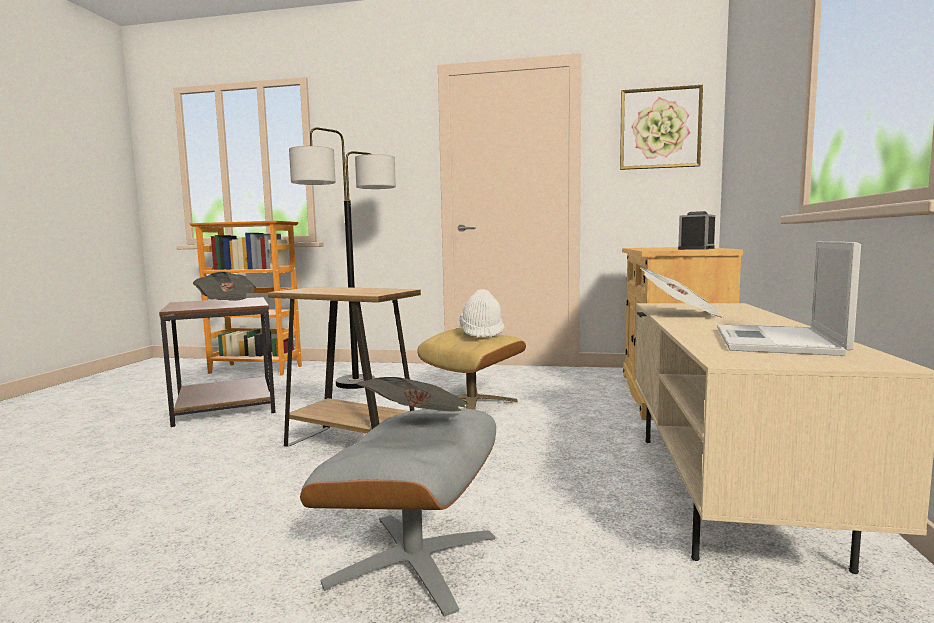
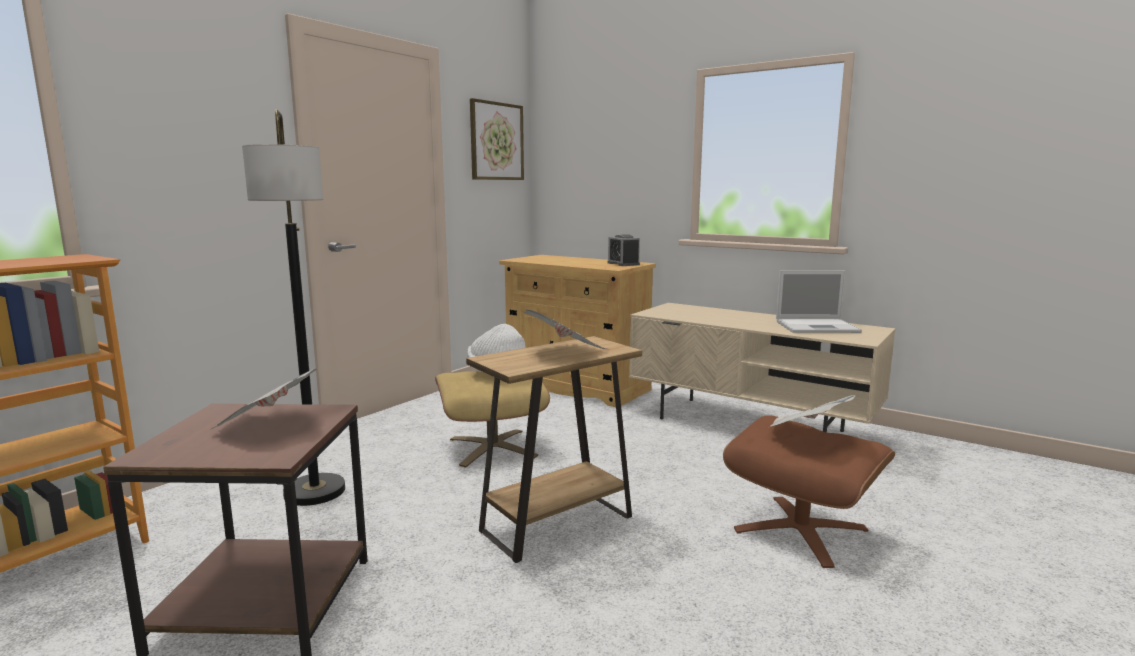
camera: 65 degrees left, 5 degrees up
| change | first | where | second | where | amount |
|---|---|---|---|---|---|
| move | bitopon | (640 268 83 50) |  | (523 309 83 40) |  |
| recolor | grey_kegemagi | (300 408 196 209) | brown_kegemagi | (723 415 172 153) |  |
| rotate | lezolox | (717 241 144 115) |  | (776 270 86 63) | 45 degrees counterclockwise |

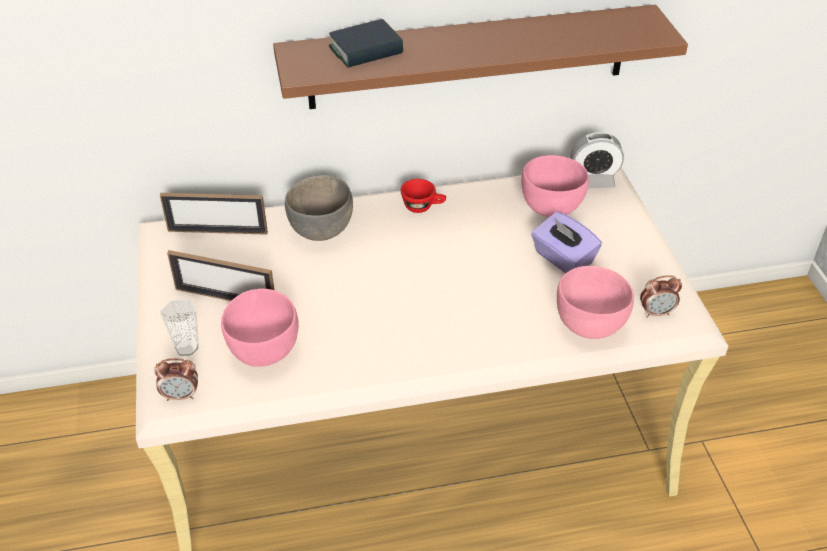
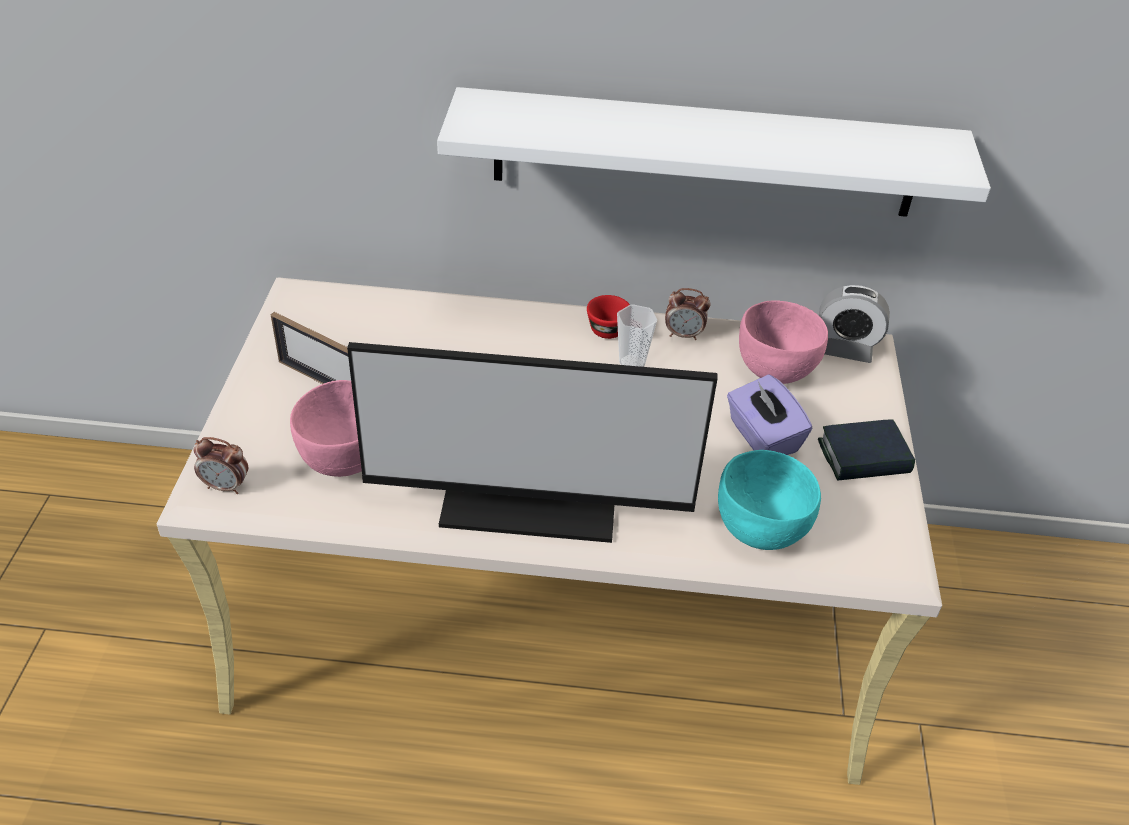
camera: 15 degrees right, 0 degrees up
| change | first | where | second | where | amount |
|---|---|---|---|---|---|
| delete | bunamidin | (160 193 108 42) |  |  |  |
| delete | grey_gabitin | (285 175 68 66) |  |  |  |
| insert |  |  | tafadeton | (347 342 371 201) |  |
| move | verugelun | (160 299 39 57) |  | (617 304 40 63) |  |
| move | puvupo | (329 19 74 49) |  | (818 419 97 62) |  |
| move | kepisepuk | (640 275 42 43) |  | (665 288 46 52) |  |
| recolor | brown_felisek | (273 5 415 104) | white_felisek | (437 87 554 130) |  |
| recolor | pink_gabitin | (557 266 77 73) | turquoise_gabitin | (718 450 103 100) |  |

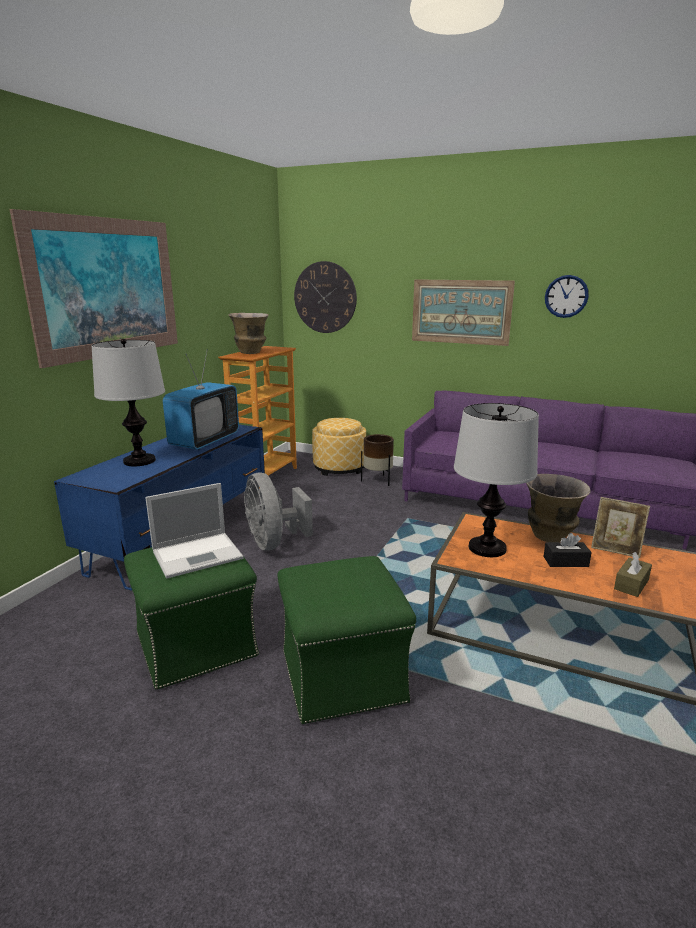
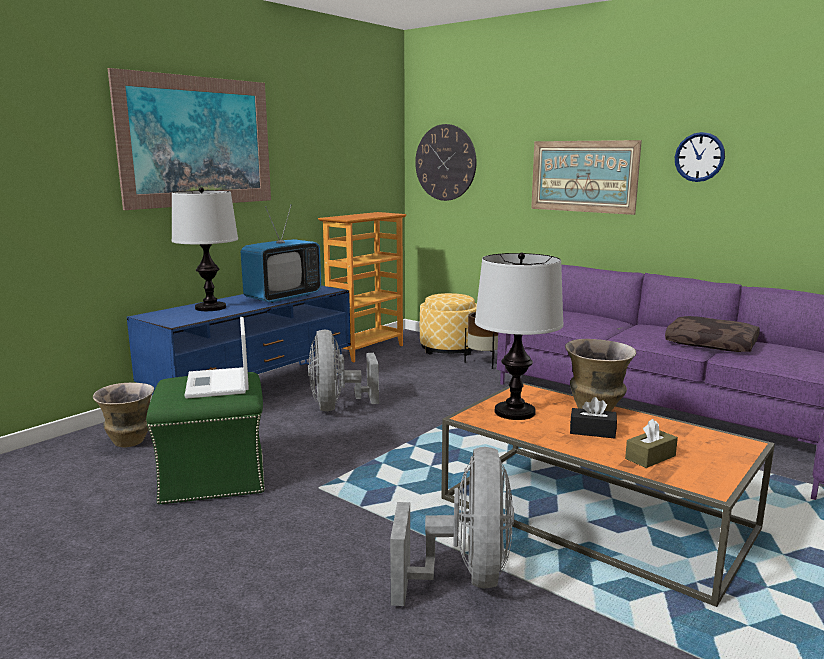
camera: 15 degrees right, 5 degrees down
| change | first | where | second | where | amount |
|---|---|---|---|---|---|
| delete | green_kegemagi | (277 556 139 168) |  |  |  |
| delete | bunamidin | (591 497 59 61) |  |  |  |
| insert |  |  | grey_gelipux | (390 447 124 159) |  |
| insert |  |  | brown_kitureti | (665 316 95 36) |  |
| move | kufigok | (228 313 41 41) |  | (93 383 61 64) |  |
| rotate | lezolox | (145 483 98 96) |  | (184 317 65 82) | 90 degrees clockwise |

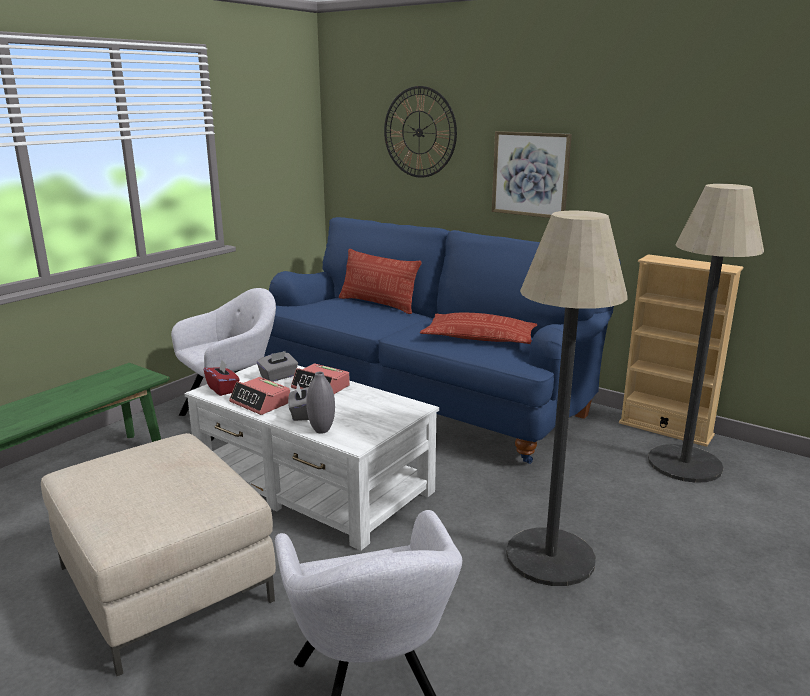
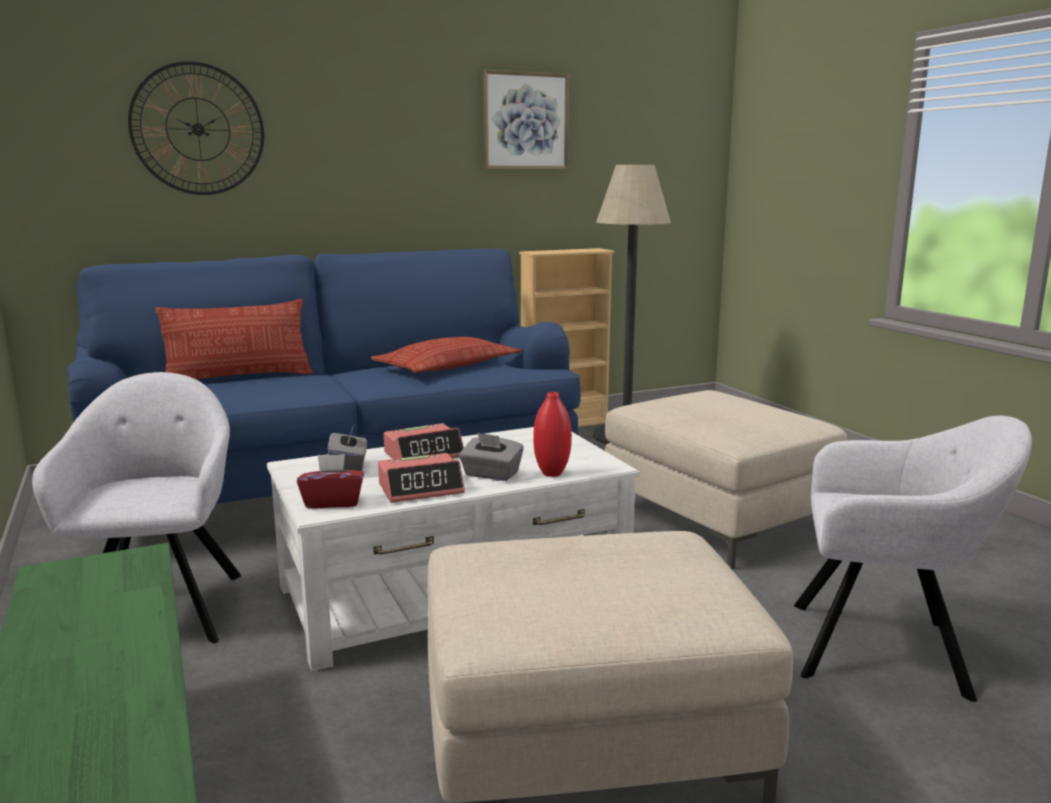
camera: 60 degrees left, 5 degrees down
| change | first | where | second | where | amount |
|---|---|---|---|---|---|
| move | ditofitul | (492 131 80 87) |  | (482 70 87 99) |  |
| replace | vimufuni | (506 211 122 375) | beige_kegemagi | (605 390 242 179) |  |
| recolor | grey_kufigok | (306 372 29 62) | red_kufigok | (533 392 39 85) |  |

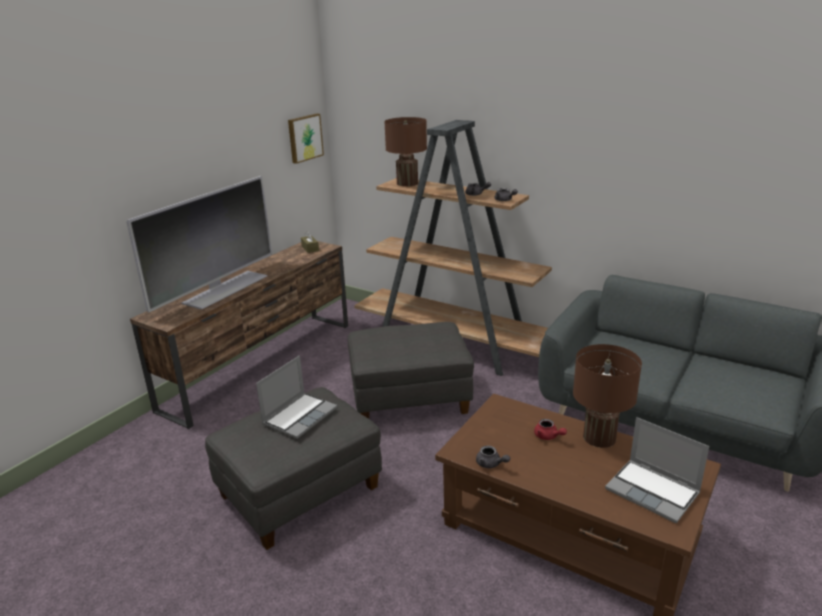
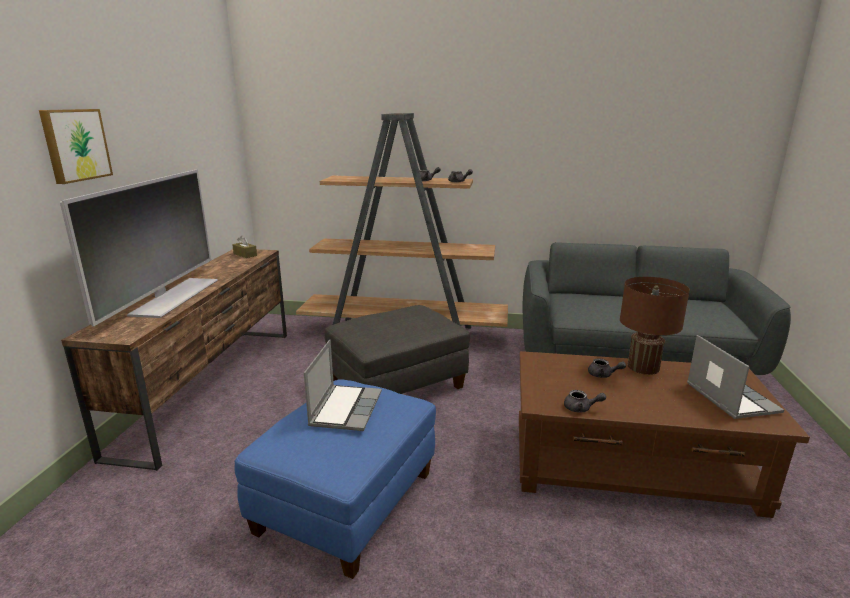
camera: 25 degrees left, 5 degrees down
| change | first | where | second | where | amount |
|---|---|---|---|---|---|
| delete | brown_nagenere | (384 117 43 70) |  |  |  |
| move | ditofitul | (288 113 36 51) |  | (39 109 74 75) |  |
| recolor | grey_kegemagi | (205 387 177 163) | blue_kegemagi | (235 379 201 200) |  |
| recolor | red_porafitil | (534 419 33 21) | grey_porafitil | (588 358 38 20) |  |
| rotate | lezolox | (605 417 104 106) |  | (687 335 97 84) | 120 degrees counterclockwise |

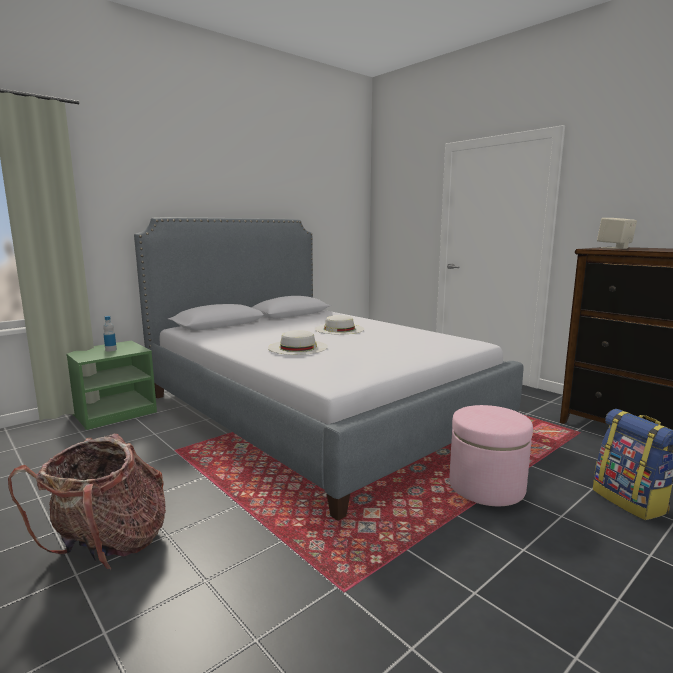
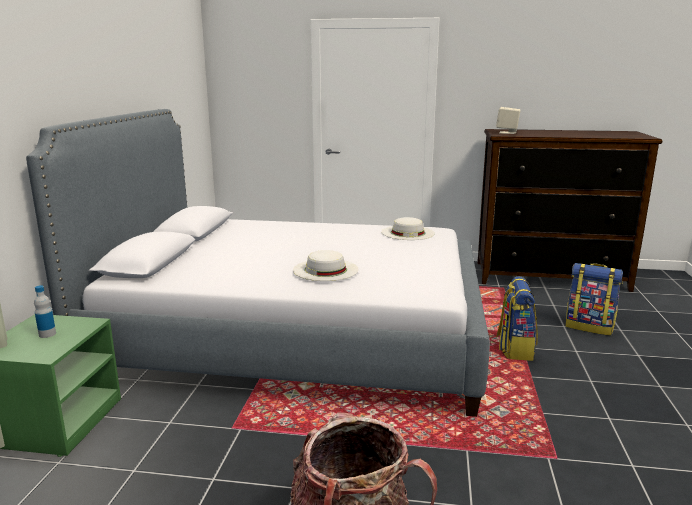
camera: 40 degrees left, 5 degrees up
| change | first | where | second | where | amount |
|---|---|---|---|---|---|
| move | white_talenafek | (315 315 49 19) |  | (382 217 53 23) |  |
| replace | pink_kegemagi | (449 405 84 101) | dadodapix | (496 276 42 85) |  |

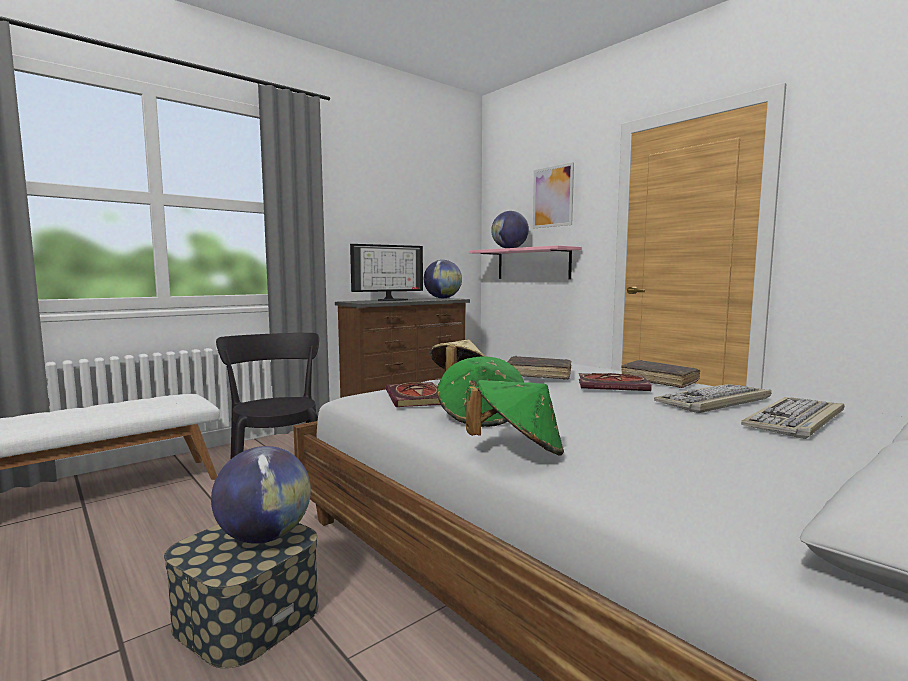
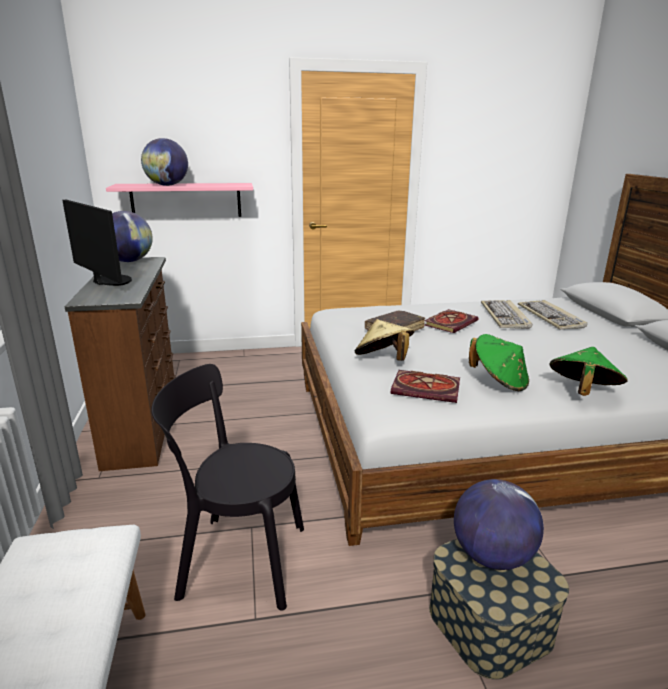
camera: 60 degrees left, 15 degrees up
| change | first | where | second | where | amount |
|---|---|---|---|---|---|
| delete | ditofitul | (533 162 41 66) |  |  |  |
| delete | brown_puvupo | (621 360 79 28) |  |  |  |
| rotate | tafadeton | (350 244 73 57) |  | (62 200 70 86) | 45 degrees counterclockwise |

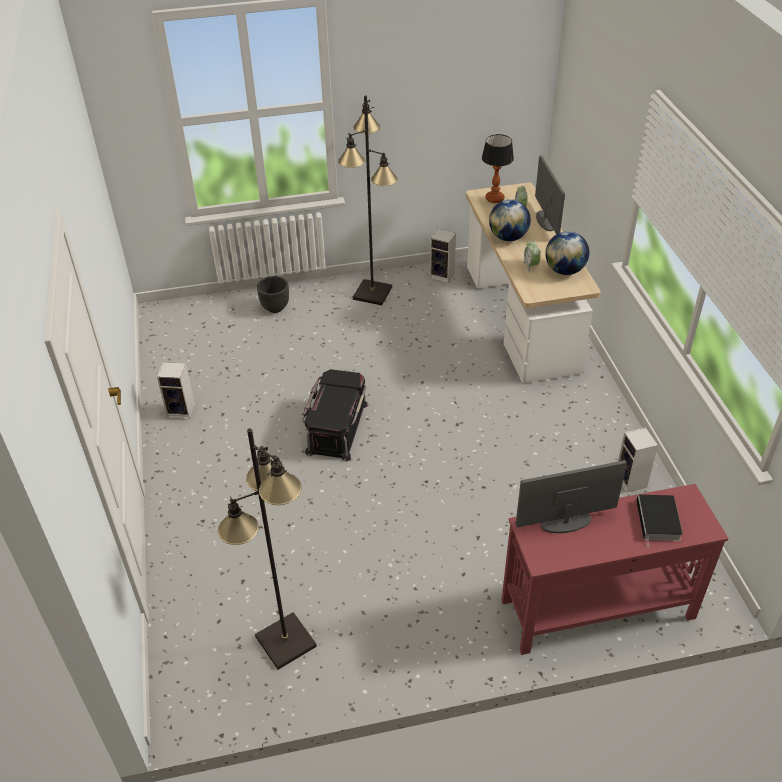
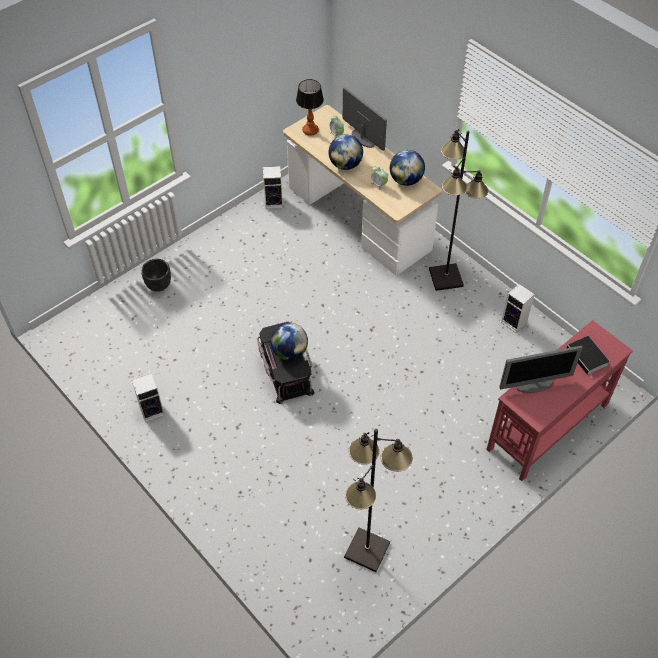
camera: 30 degrees left, 10 degrees up
| change | first | where | second | where | amount |
|---|---|---|---|---|---|
| insert |  |  | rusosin | (270 323 38 37) |  |
| move | black_vimufuni | (338 96 60 209) |  | (429 129 59 162) |  |
| rotate | tafadeton | (515 460 112 73) |  | (499 346 84 47) | 150 degrees counterclockwise |

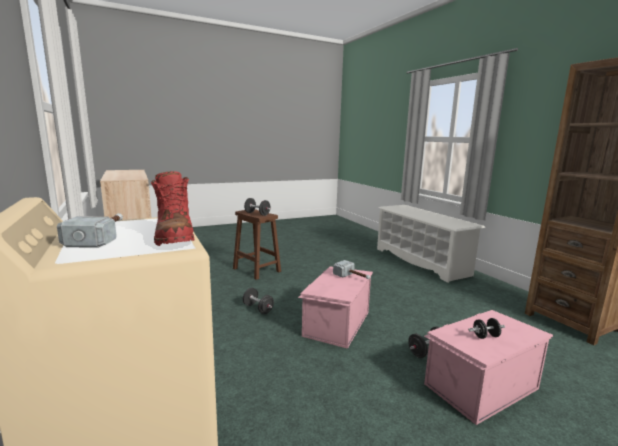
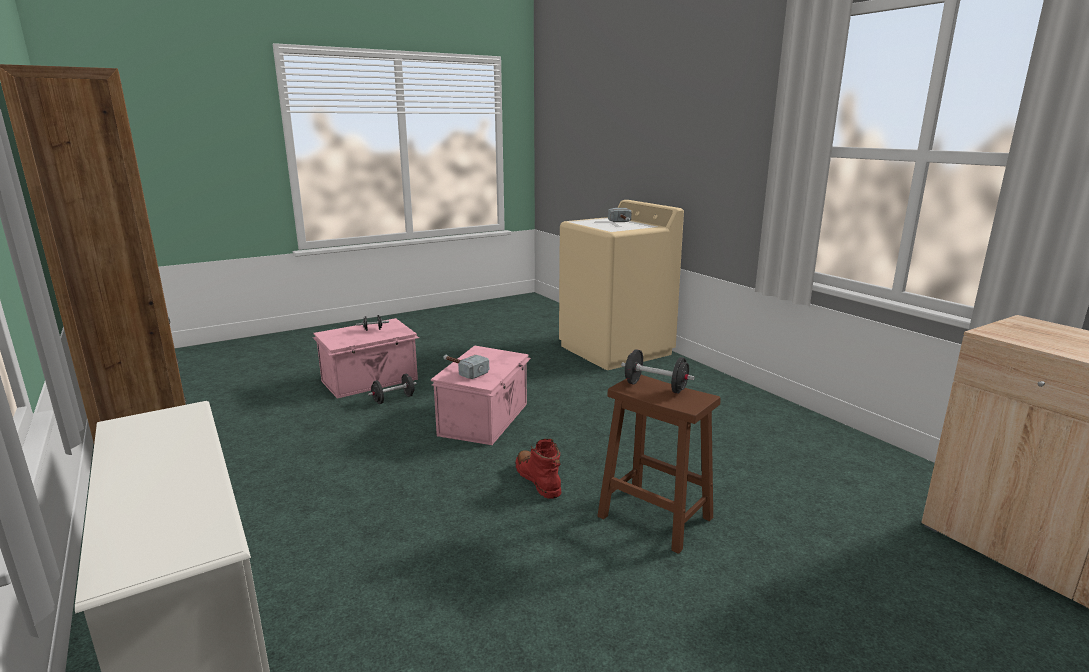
camera: 175 degrees right, 5 degrees up
| change | first | where | second | where | amount |
|---|---|---|---|---|---|
| delete | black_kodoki | (243 288 31 26) |  |  |  |
| move | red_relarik | (151 171 43 75) |  | (515 439 46 60) |  |

